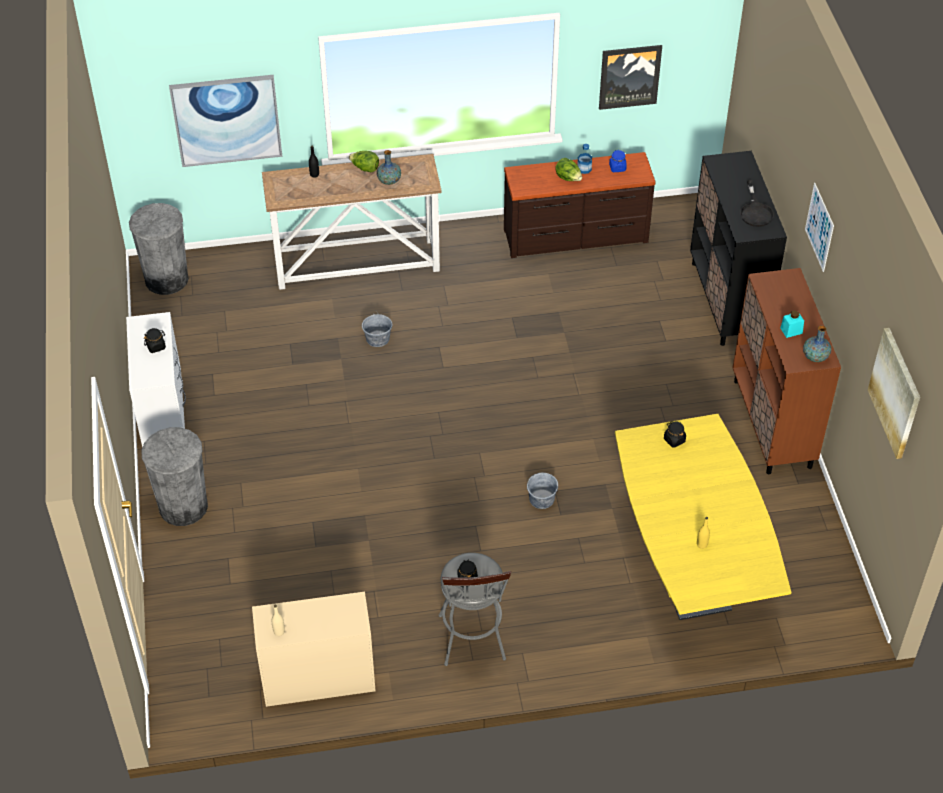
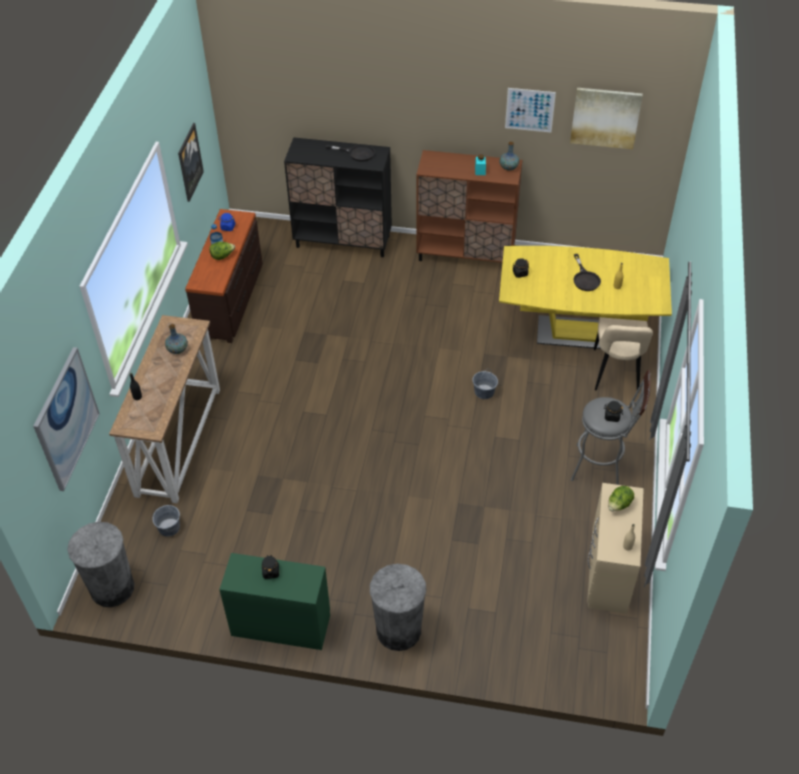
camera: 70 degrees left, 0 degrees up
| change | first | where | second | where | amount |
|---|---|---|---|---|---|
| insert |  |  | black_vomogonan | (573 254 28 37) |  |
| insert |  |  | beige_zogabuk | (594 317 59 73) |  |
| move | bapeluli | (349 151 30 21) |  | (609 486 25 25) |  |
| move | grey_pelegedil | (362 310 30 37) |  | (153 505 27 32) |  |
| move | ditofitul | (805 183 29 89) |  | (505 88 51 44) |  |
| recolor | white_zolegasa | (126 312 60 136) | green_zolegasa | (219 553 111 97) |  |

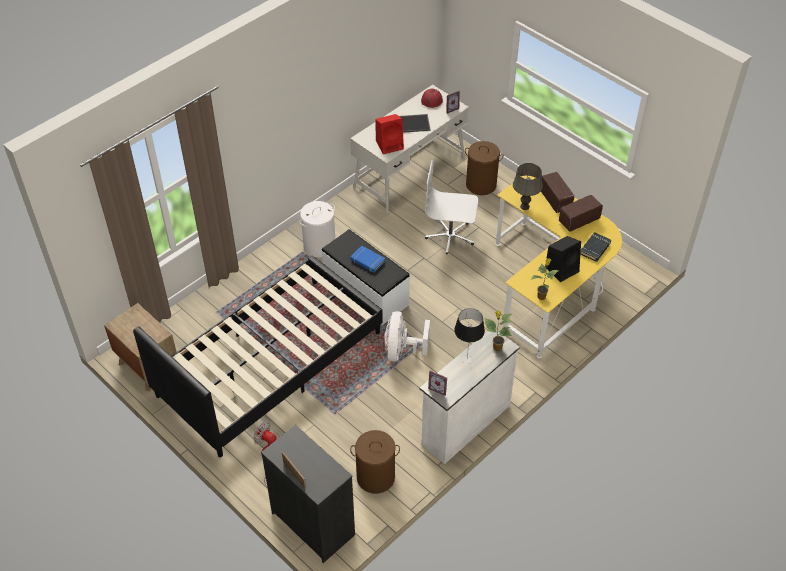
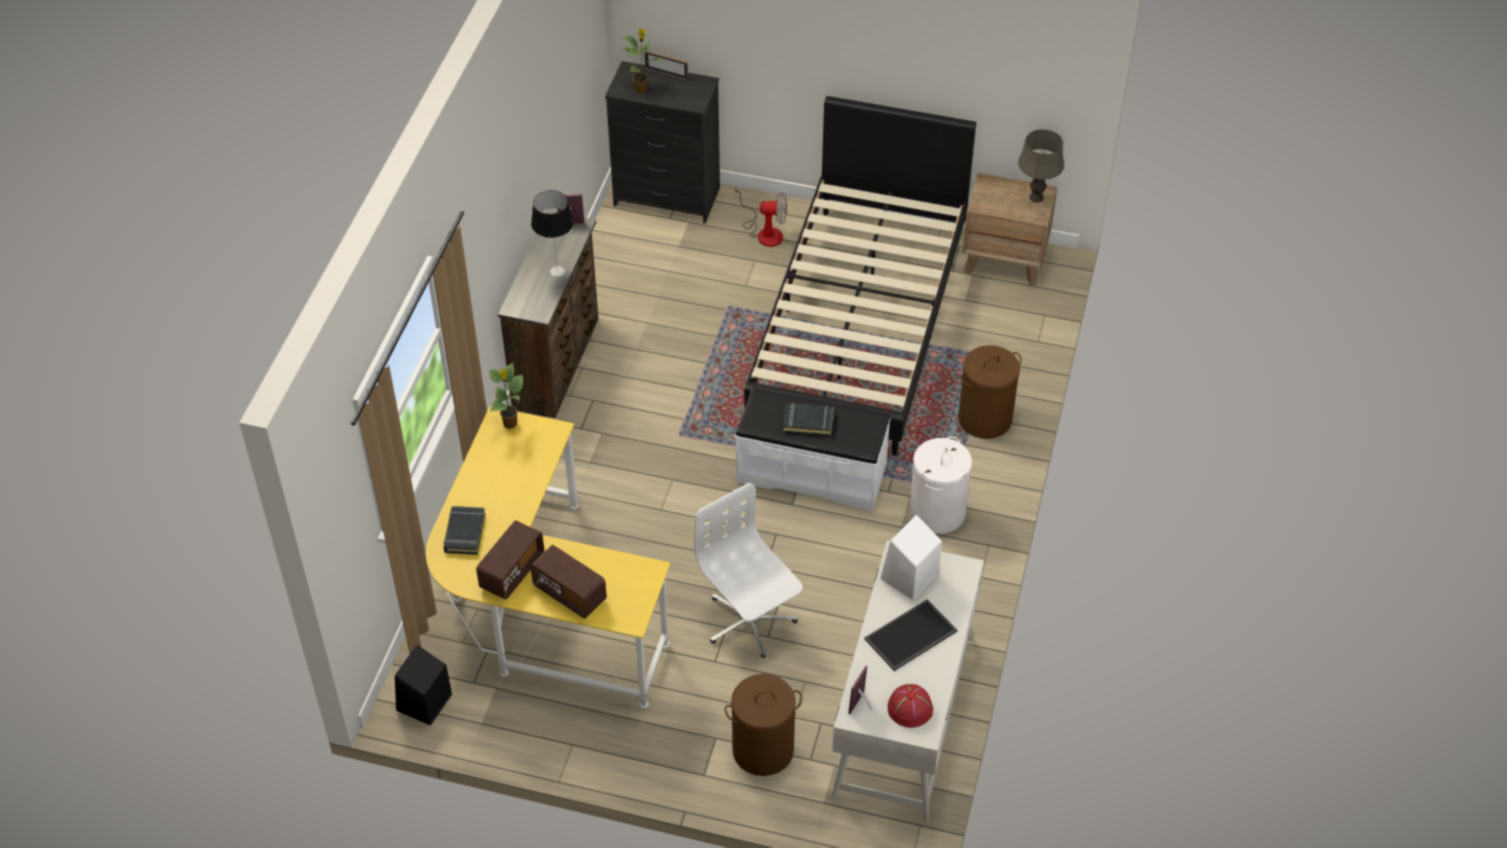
camera: 150 degrees right, 0 degrees up
| change | first | where | second | where | amount |
|---|---|---|---|---|---|
| delete | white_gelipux | (384 311 46 50) |  |  |  |
| move | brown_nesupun | (350 430 50 64) |  | (958 345 64 94) |  |
| move | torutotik | (485 311 27 40) |  | (619 29 45 65) |  |
| move | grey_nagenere | (513 163 30 47) |  | (1018 129 46 74) |  |
| move | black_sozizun | (545 236 36 46) |  | (395 645 57 81) |  |
| recolor | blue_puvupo | (351 246 34 27) | black_puvupo | (783 403 51 33) |  |
| recolor | red_sozizun | (375 114 29 40) | white_sozizun | (880 515 62 85) |  |
| recolor | white_zolegasa | (420 330 100 134) | brown_zolegasa | (498 211 101 207) |  |
| rotate | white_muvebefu | (425 160 54 95) |  | (694 483 109 175) | 105 degrees counterclockwise |

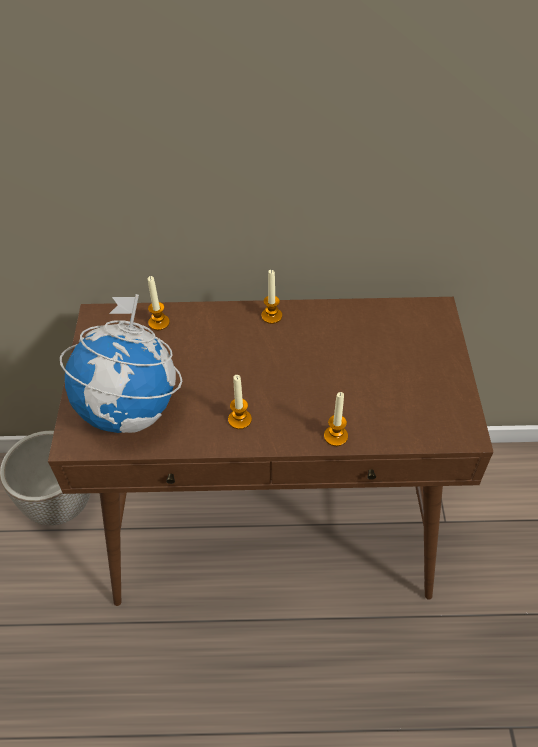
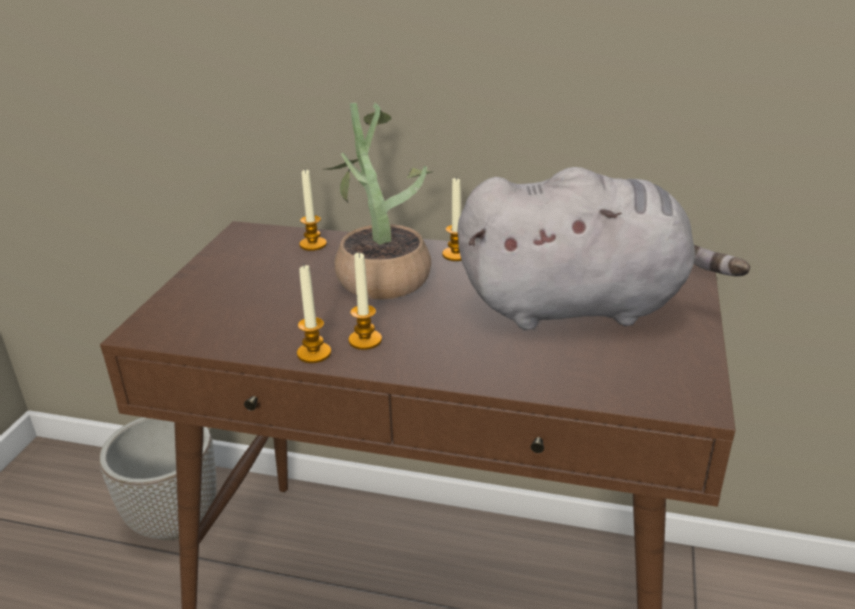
camera: 15 degrees right, 20 degrees down
| change | first | where | second | where | amount |
|---|---|---|---|---|---|
| delete | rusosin | (60 294 122 139) |  |  |  |
| insert |  |  | torutotik | (324 103 108 197) |  |
| insert |  |  | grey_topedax | (457 167 293 163) |  |
| move | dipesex | (324 392 24 54) |  | (297 265 34 98) |  |

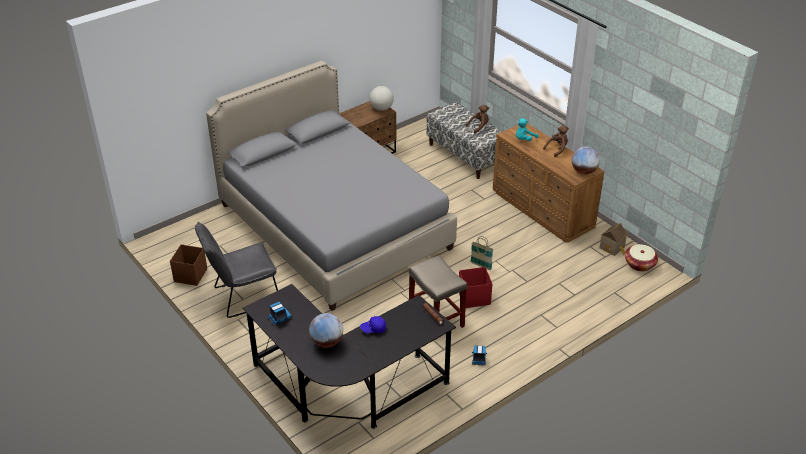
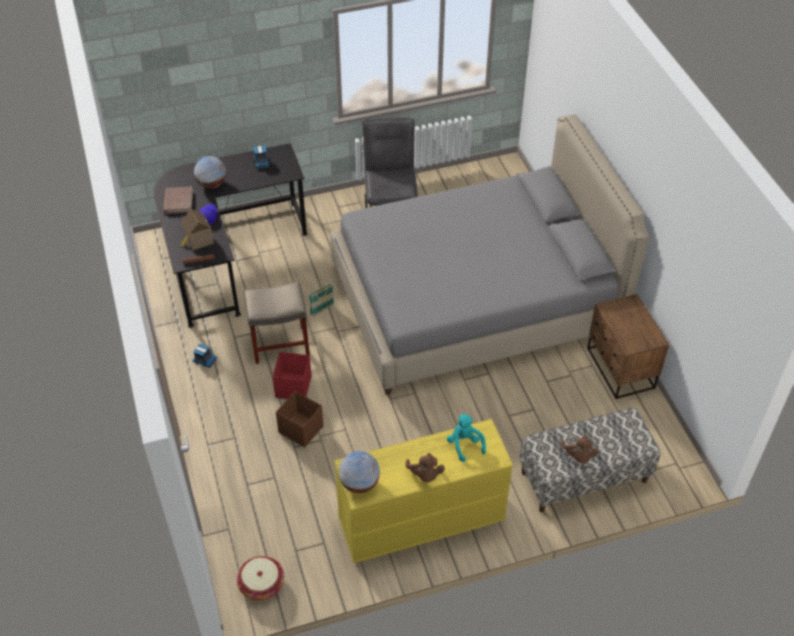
camera: 110 degrees right, 10 degrees up
| change | first | where | second | where | amount |
|---|---|---|---|---|---|
| delete | rusosin | (369 86 25 25) |  |  |  |
| insert |  |  | brown_puvupo | (163 187 30 27) |  |
| move | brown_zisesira | (170 244 37 42) |  | (276 391 48 56) |  |
| move | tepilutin | (470 236 23 34) |  | (309 279 25 37) |  |
| move | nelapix | (600 223 27 33) |  | (181 209 33 41) |  |
| recolor | brown_zolegasa | (493 123 111 120) | yellow_zolegasa | (334 419 179 144) |  |

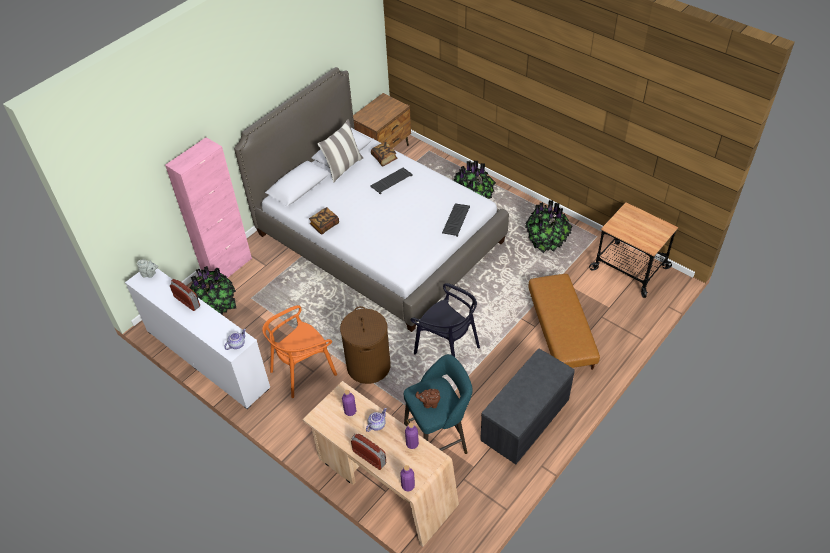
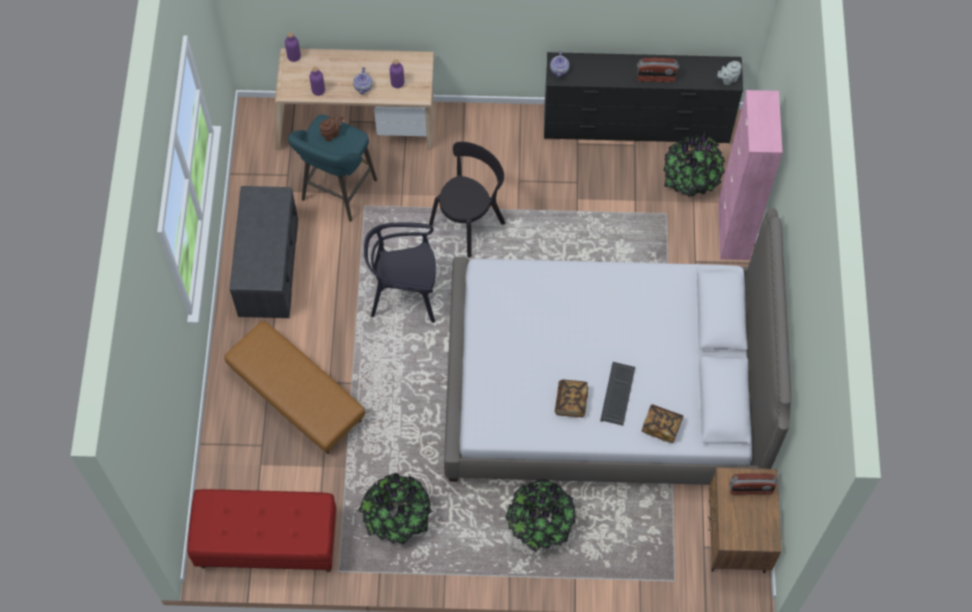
camera: 140 degrees right, 15 degrees up
| change | first | where | second | where | amount |
|---|---|---|---|---|---|
| delete | orange_zogabuk | (262 305 75 93) |  |  |  |
| delete | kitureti | (317 119 46 64) |  |  |  |
| delete | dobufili | (442 203 28 34) |  |  |  |
| move | puvupo | (309 207 30 28) |  | (555 380 33 37) |  |
| move | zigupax | (351 434 35 36) |  | (730 473 48 22) |  |
| replace | brown_nesupun | (340 306 51 78) | black_zogabuk | (429 142 76 116) |  |
| replace | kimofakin | (589 202 90 96) | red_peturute | (187 489 149 83) |  |
| recolor | white_zolegasa | (125 268 145 141) | black_zolegasa | (544 52 199 91) |  |

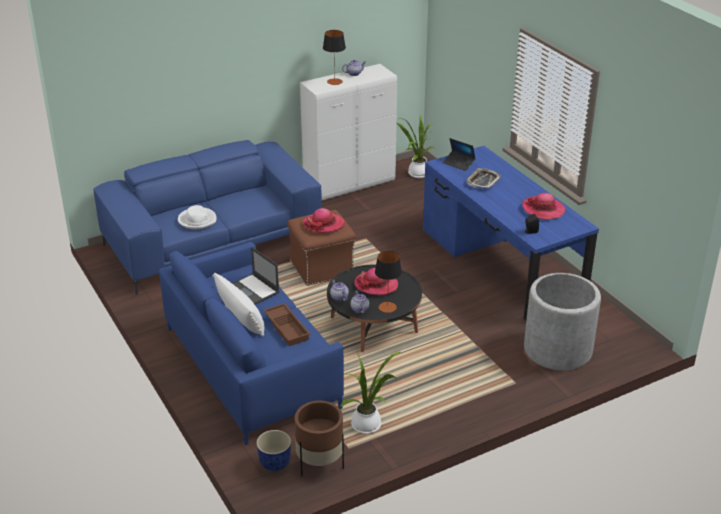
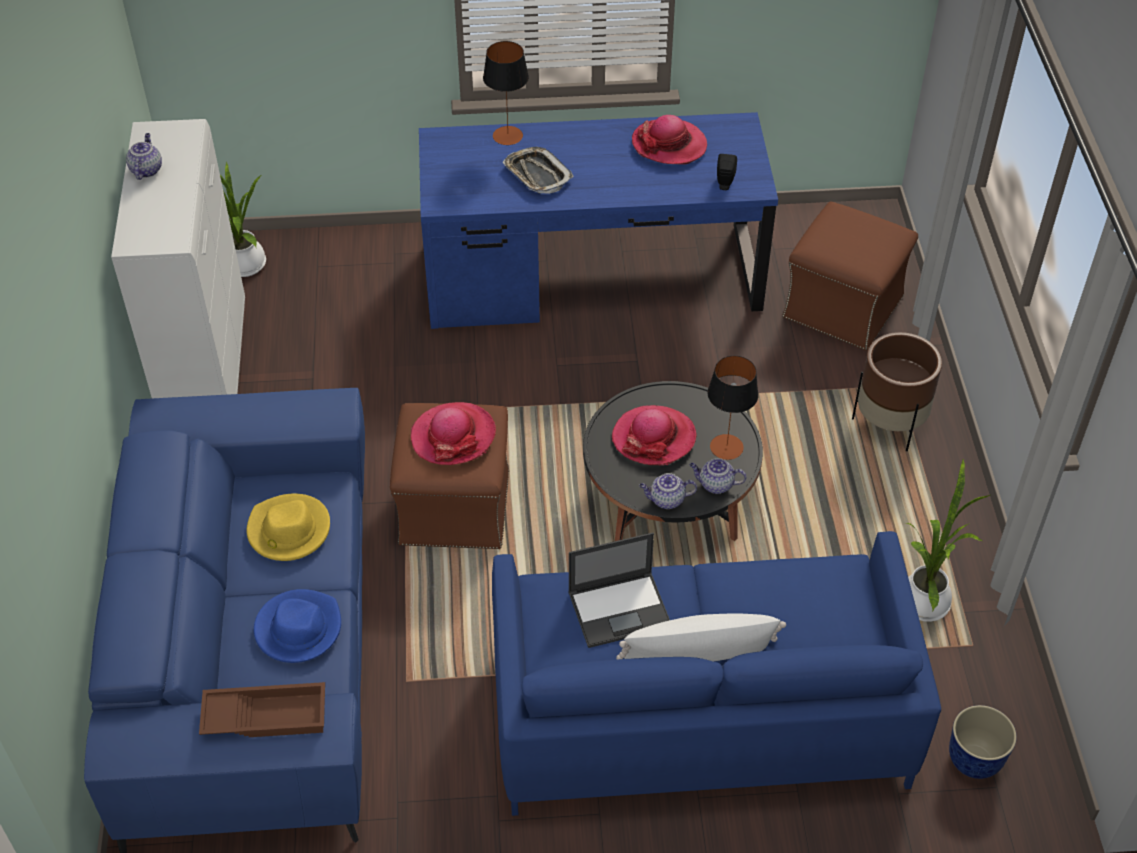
camera: 65 degrees left, 15 degrees up
| change | first | where | second | where | amount |
|---|---|---|---|---|---|
| delete | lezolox | (443 138 33 33) |  |  |  |
| insert |  |  | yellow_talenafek | (247 494 83 67) |  |
| move | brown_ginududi | (263 303 47 43) |  | (199 682 126 55) |  |
| move | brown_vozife | (295 401 49 76) |  | (852 332 90 119) |  |
| move | nagenere | (323 30 23 55) |  | (483 41 46 104) |  |
| replace | grey_vozife | (524 273 77 98) | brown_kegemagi | (782 201 136 150) |  |
| recolor | white_talenafek | (178 205 38 24) | blue_talenafek | (254 589 87 74) |  |

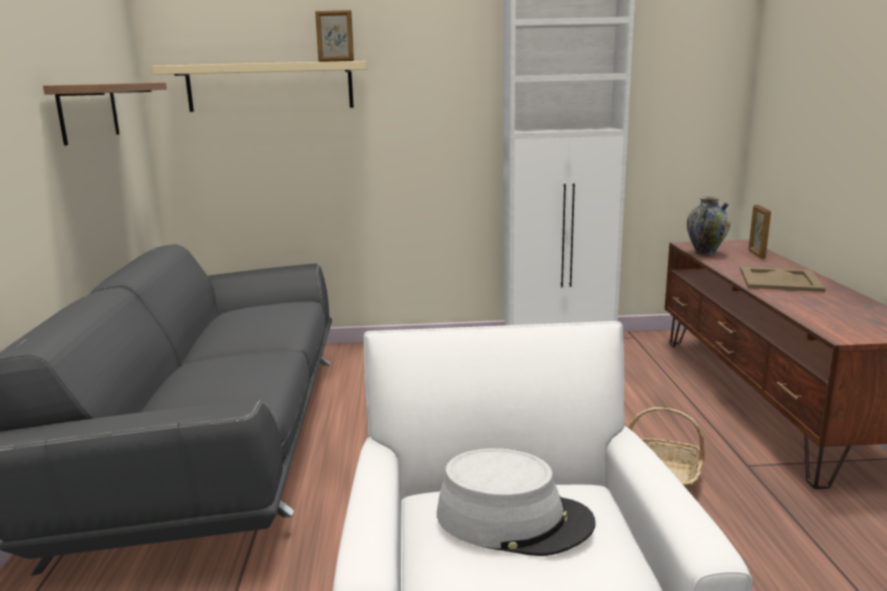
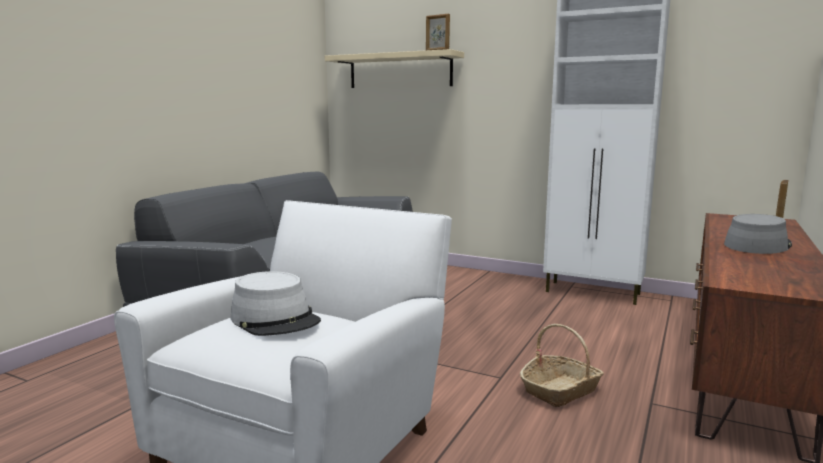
camera: 30 degrees right, 5 degrees down
| change | first | where | second | where | amount |
|---|---|---|---|---|---|
| delete | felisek | (43 82 124 63) |  |  |  |
| delete | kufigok | (687 196 44 60) |  |  |  |
| replace | beige_ginududi | (740 266 86 26) | grey_talenafek | (724 214 68 40) |  |

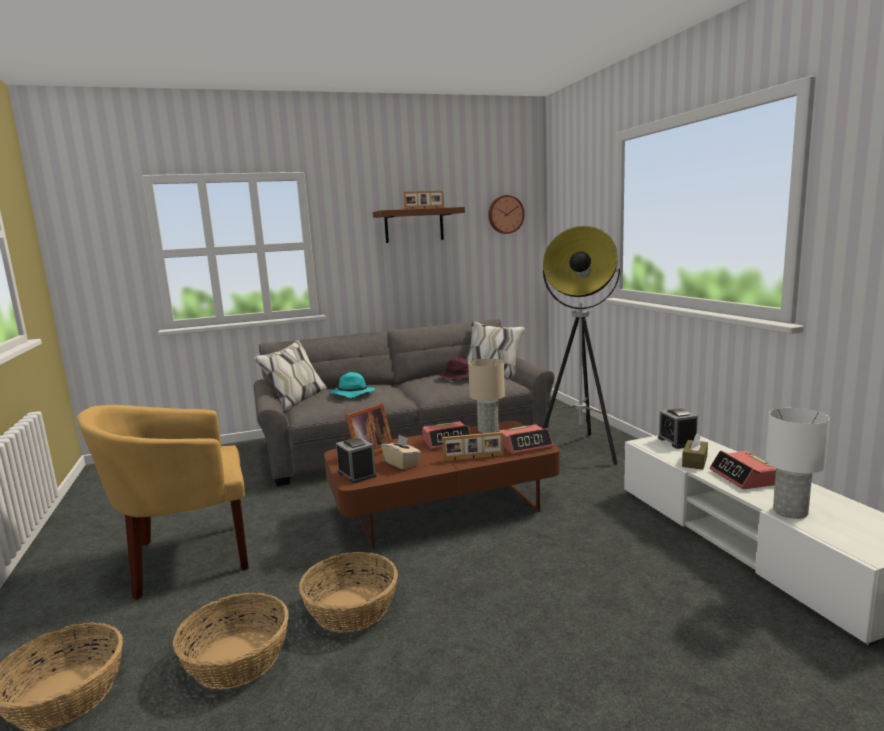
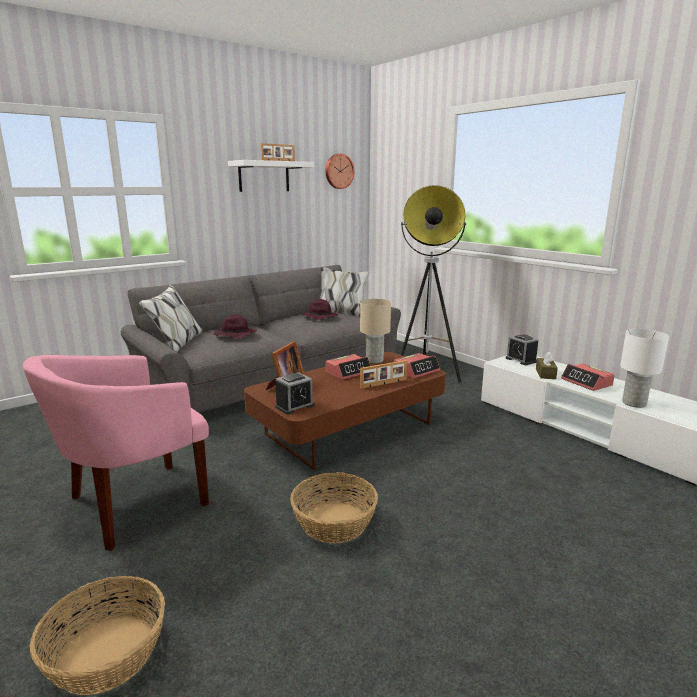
camera: 20 degrees left, 5 degrees up
| change | first | where | second | where | amount |
|---|---|---|---|---|---|
| delete | tepilutin | (173 593 116 96) |  |  |  |
| delete | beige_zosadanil | (381 434 40 36) |  |  |  |
| recolor | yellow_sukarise | (77 405 172 195) | pink_sukarise | (23 355 186 196) |  |
| recolor | turquoise_talenafek | (330 372 45 26) | purple_talenafek | (214 315 43 24) |  |
| recolor | brown_felisek | (373 207 92 36) | white_felisek | (228 160 87 32) |  |
| rotate | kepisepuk | (336 437 40 46) |  | (275 372 39 43) | 105 degrees clockwise |

